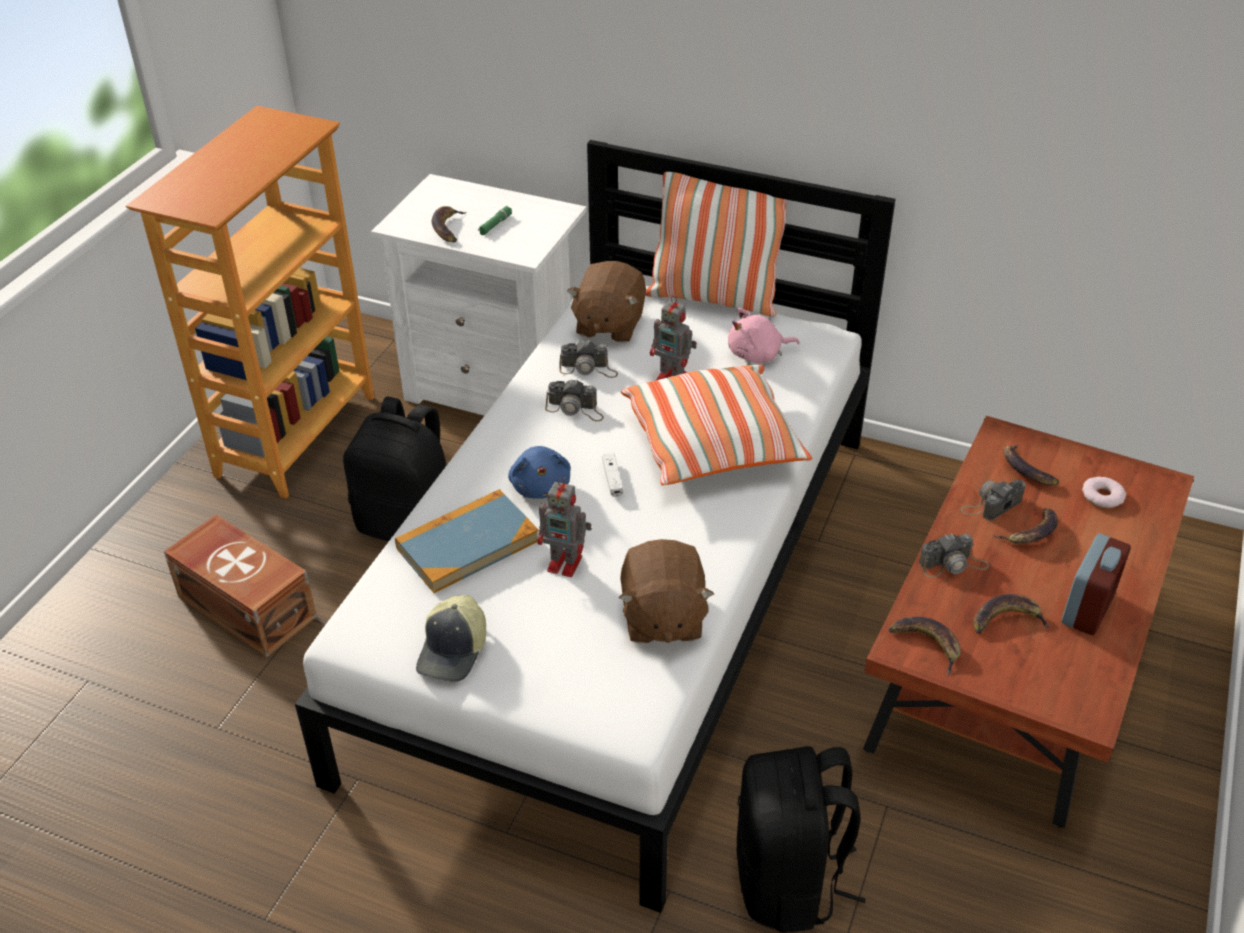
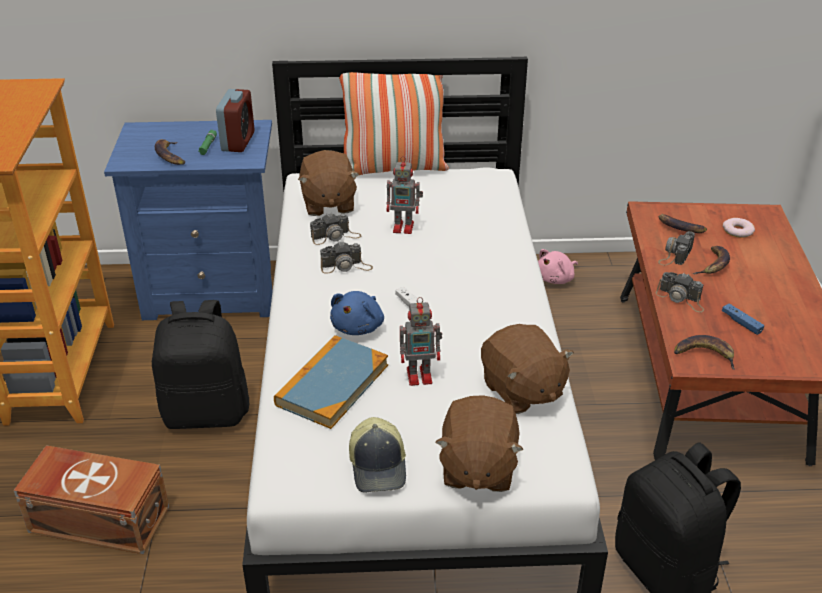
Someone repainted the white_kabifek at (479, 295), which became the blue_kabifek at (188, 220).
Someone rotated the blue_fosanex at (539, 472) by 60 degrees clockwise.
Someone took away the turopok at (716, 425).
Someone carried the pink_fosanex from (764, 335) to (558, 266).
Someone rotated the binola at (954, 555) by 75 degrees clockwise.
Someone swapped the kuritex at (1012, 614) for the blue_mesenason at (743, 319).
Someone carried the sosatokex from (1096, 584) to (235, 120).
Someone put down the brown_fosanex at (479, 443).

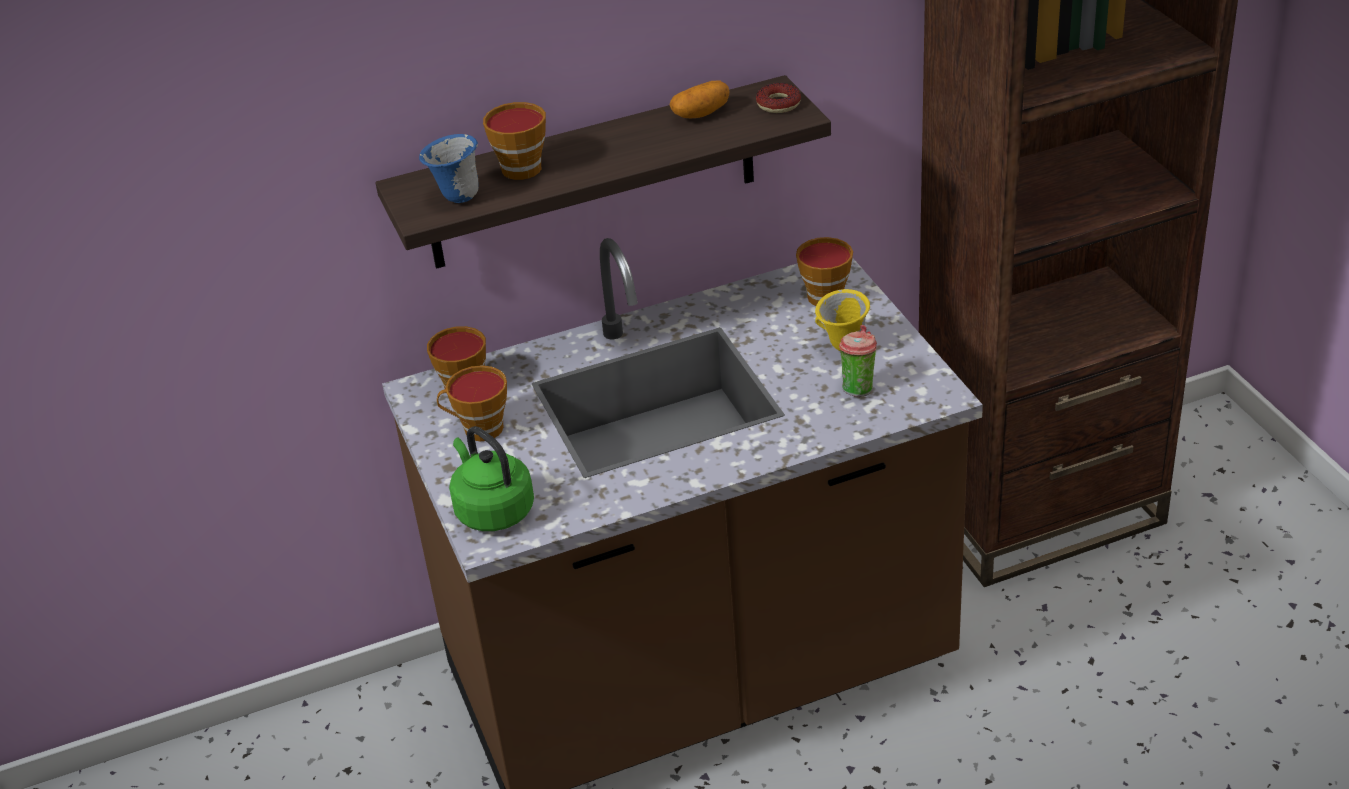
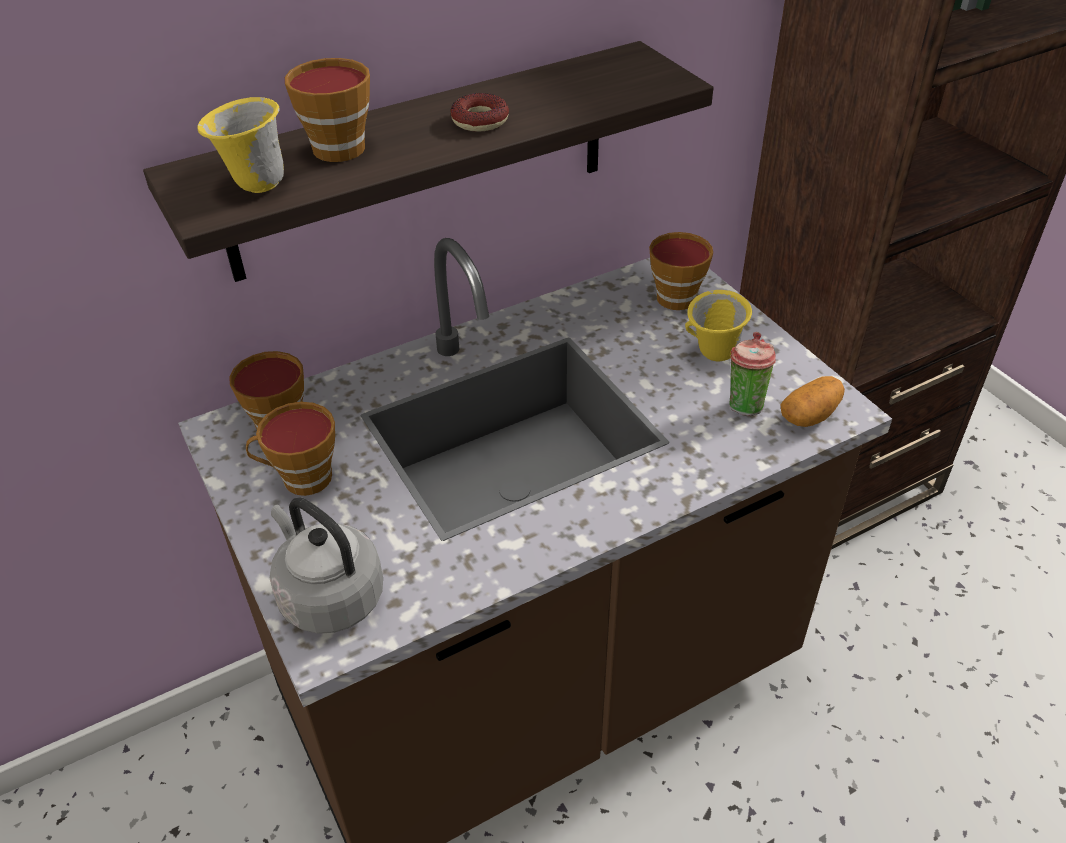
Someone repainted the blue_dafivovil at (449, 168), which became the yellow_dafivovil at (241, 145).
Someone repainted the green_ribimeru at (491, 478), which became the grey_ribimeru at (326, 565).
Someone carried the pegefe from (699, 99) to (812, 401).
Someone carried the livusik from (778, 98) to (479, 112).

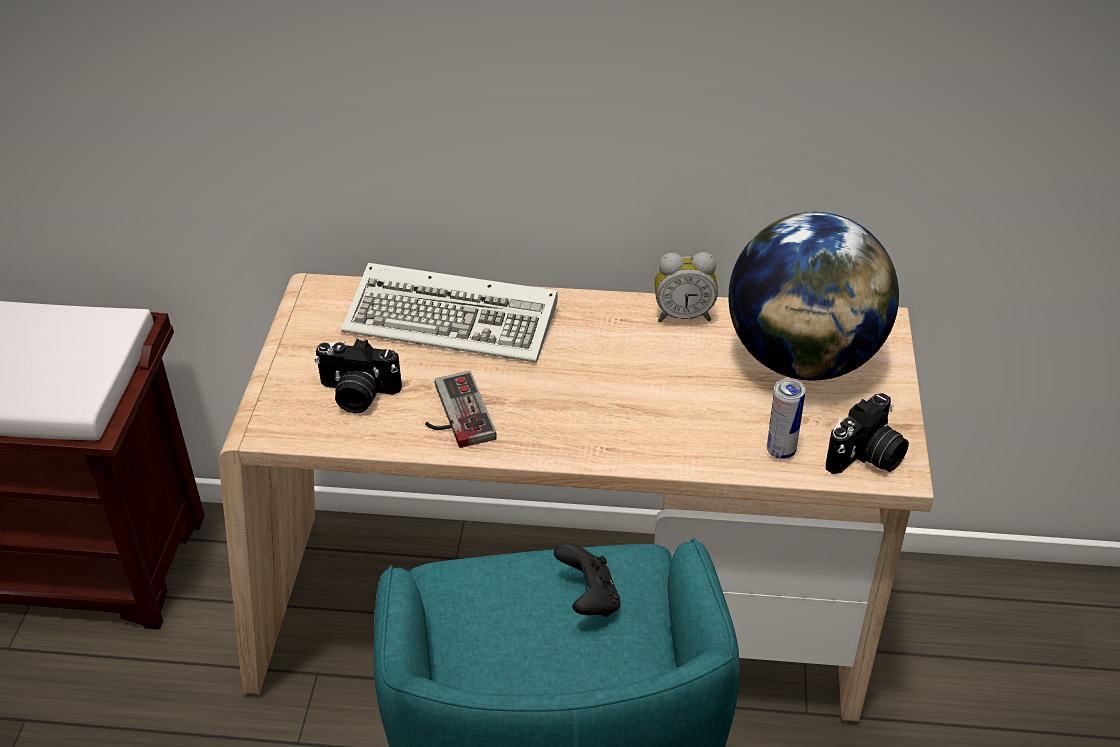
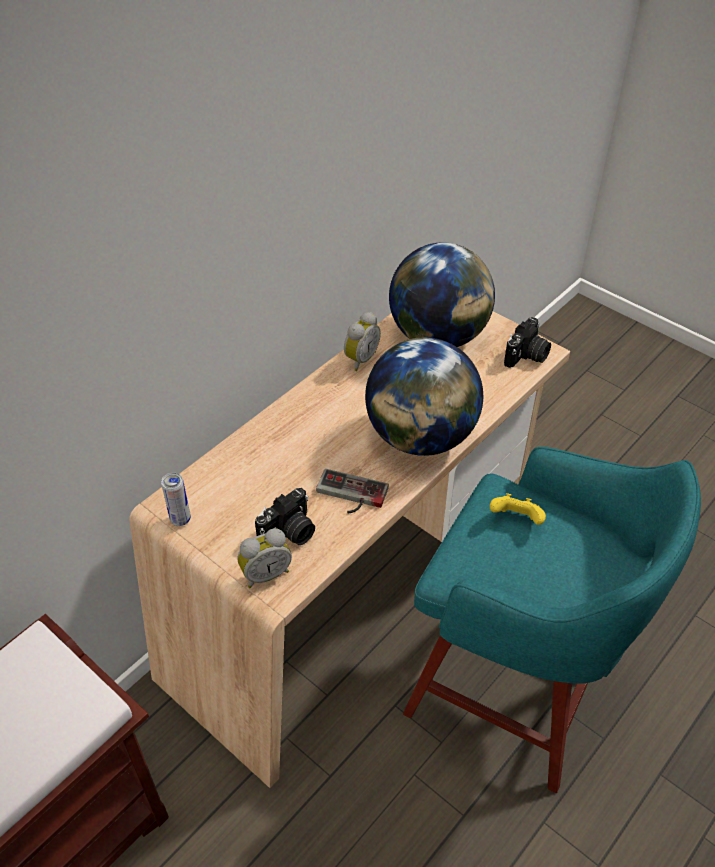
Someone took away the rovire at (449, 313).
Someone repainted the black_mesenason at (587, 579), which became the yellow_mesenason at (518, 509).
Someone carried the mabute from (786, 418) to (176, 499).
Someone rotated the binola at (867, 433) by 45 degrees clockwise.
Someone put down the sosatokex at (264, 558).
Someone put down the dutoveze at (424, 396).

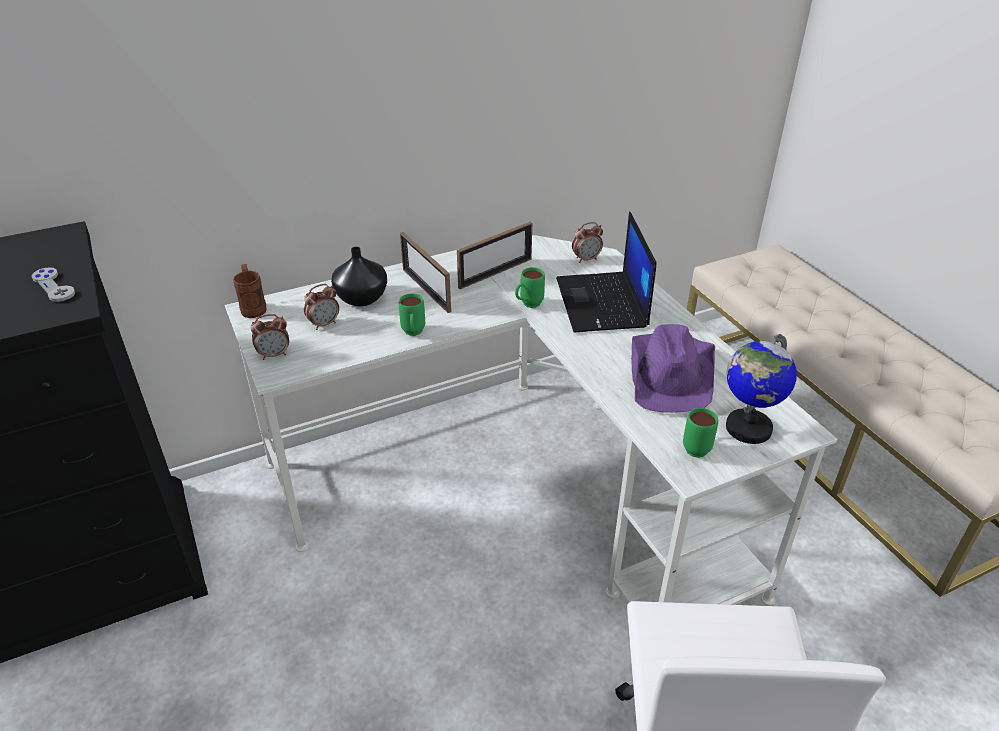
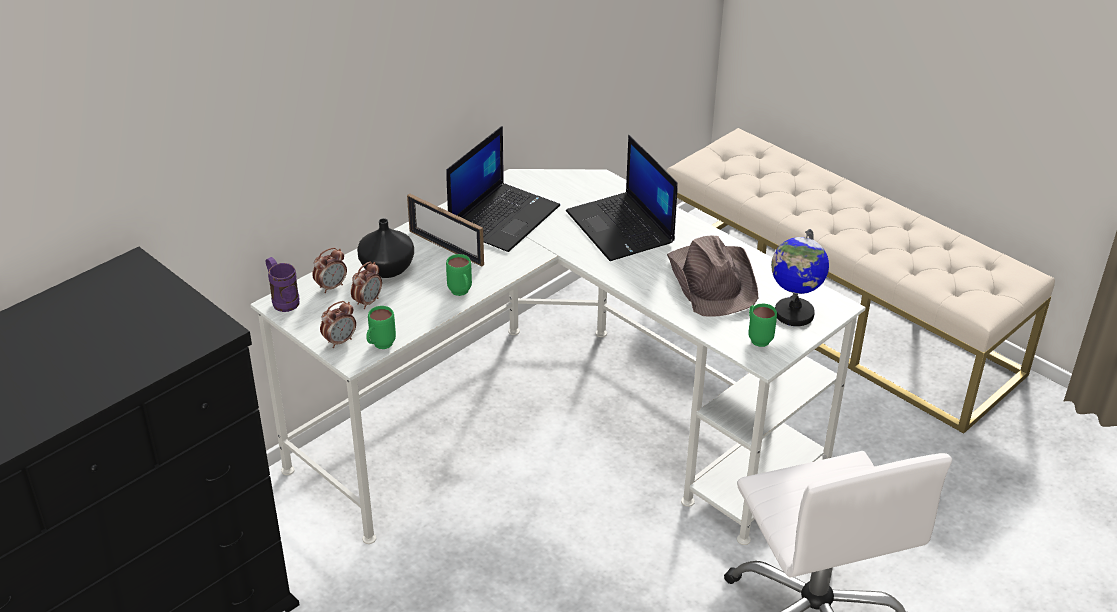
Someone took away the grey_mesenason at (53, 284).
Someone repainted the brown_dafivovil at (250, 291), which became the purple_dafivovil at (283, 284).
Someone swapped the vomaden at (494, 256) for the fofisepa at (503, 189).
Someone carried the green_dafivovil from (530, 287) to (381, 327).
Someone carried the sosatokex from (587, 242) to (329, 270).
Someone repainted the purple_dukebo at (673, 368), which became the brown_dukebo at (712, 276).

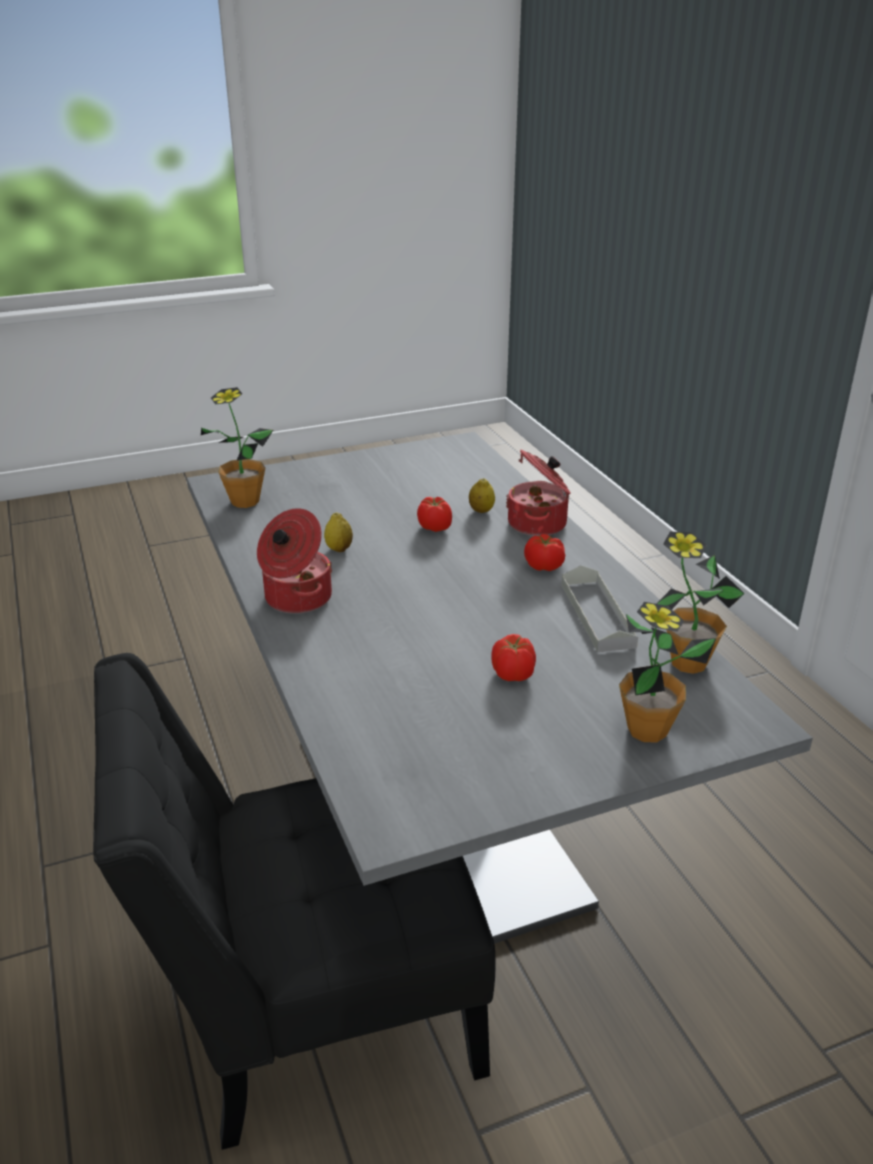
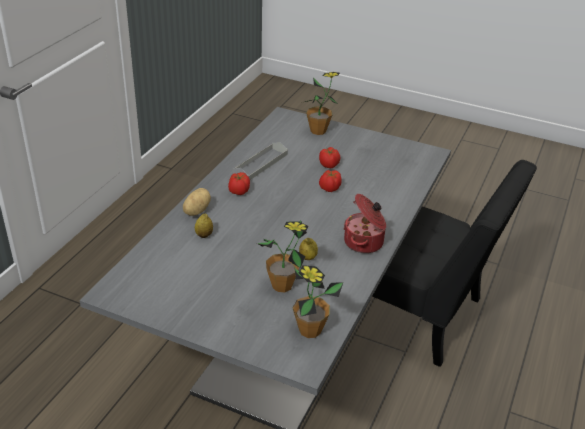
Someone carried the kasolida from (434, 514) to (330, 181).
Someone swapped the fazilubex at (538, 493) for the pegefe at (197, 202).
Someone carried the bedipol from (700, 603) to (282, 256).

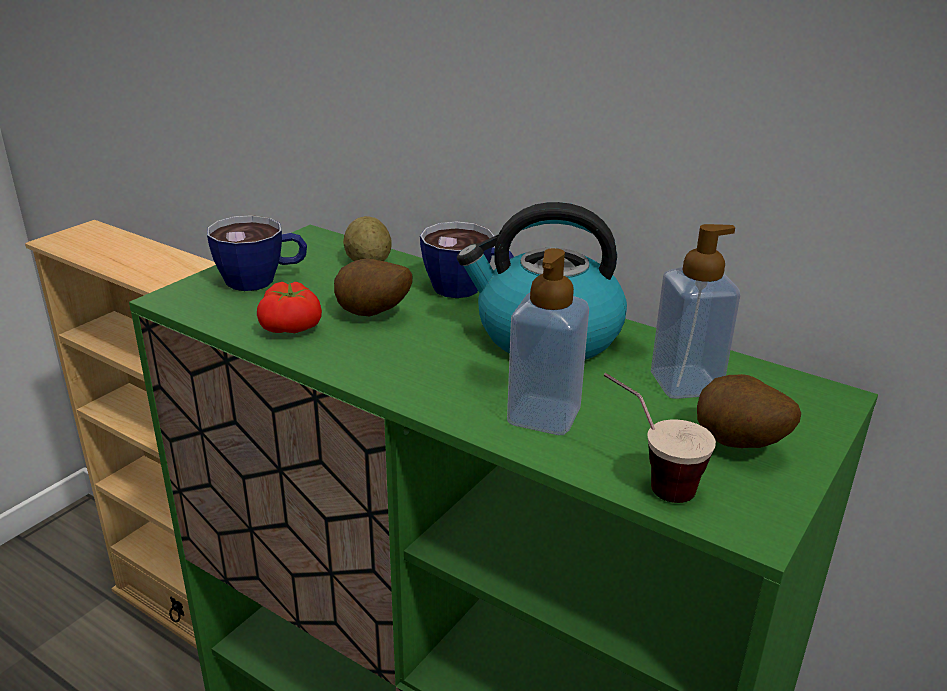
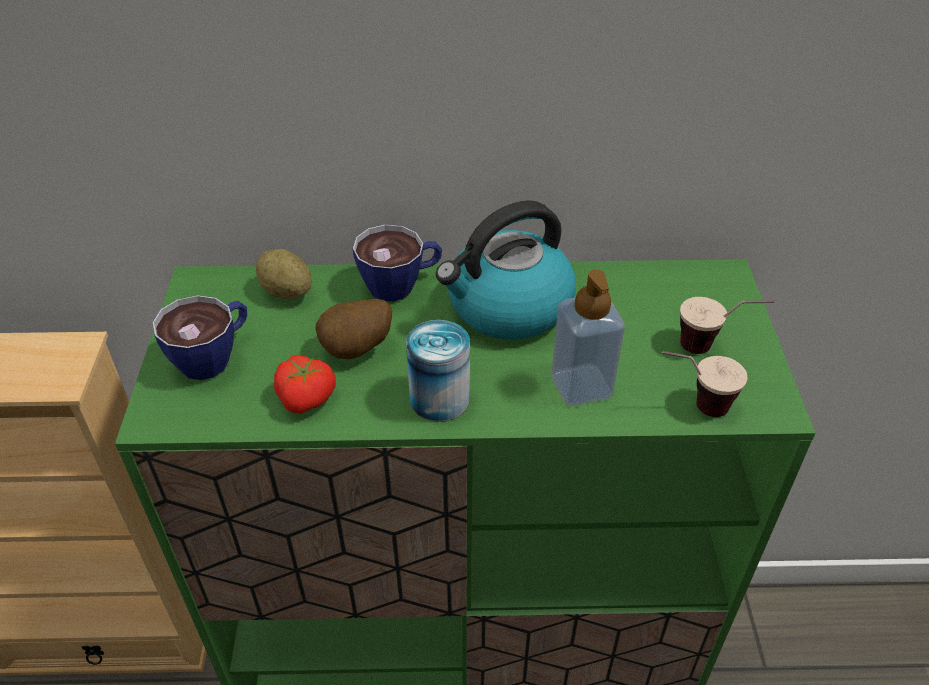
Someone took away the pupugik at (695, 311).
Someone swapped the pegefe at (749, 411) for the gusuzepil at (727, 325).
Someone put down the mabute at (438, 371).

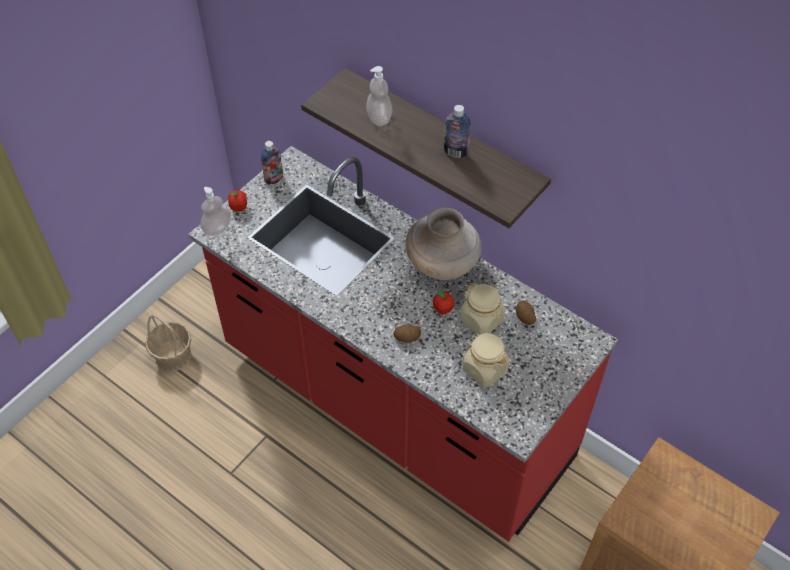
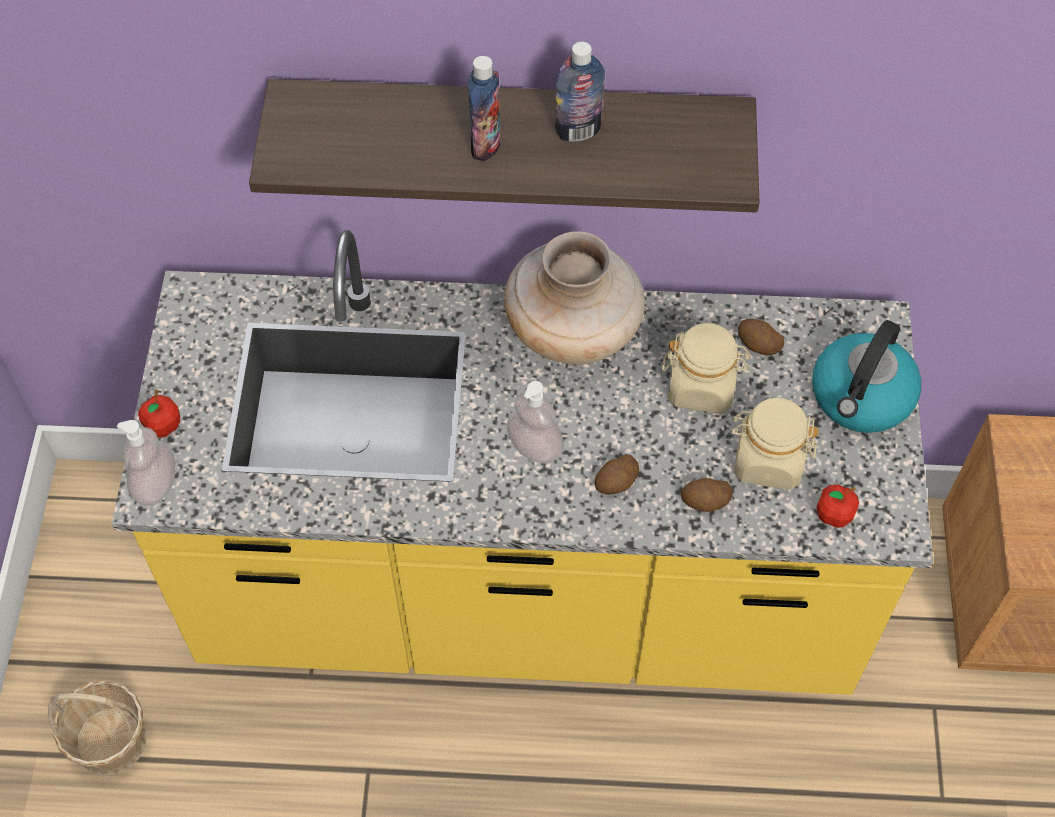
Someone repainted the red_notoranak at (403, 344), which became the yellow_notoranak at (522, 462).
Someone carried the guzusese from (272, 163) to (484, 108).
Someone carried the pupugik from (379, 96) to (535, 422).
Someone carried the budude from (444, 303) to (838, 506).
Someone put down the pegefe at (706, 495).
Someone put down the ribimeru at (866, 376).

